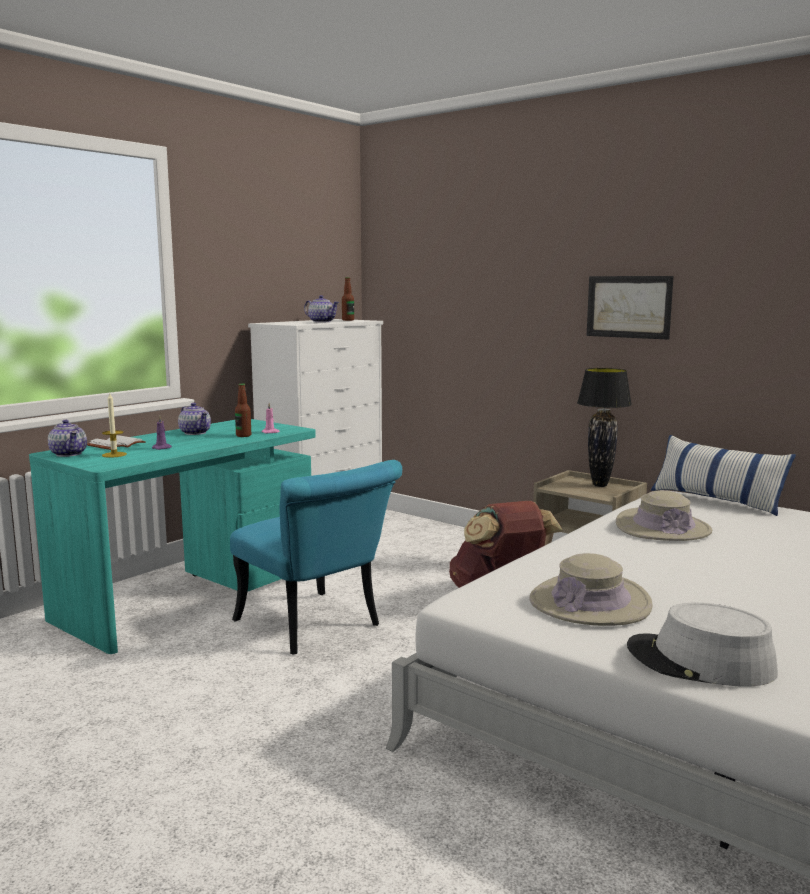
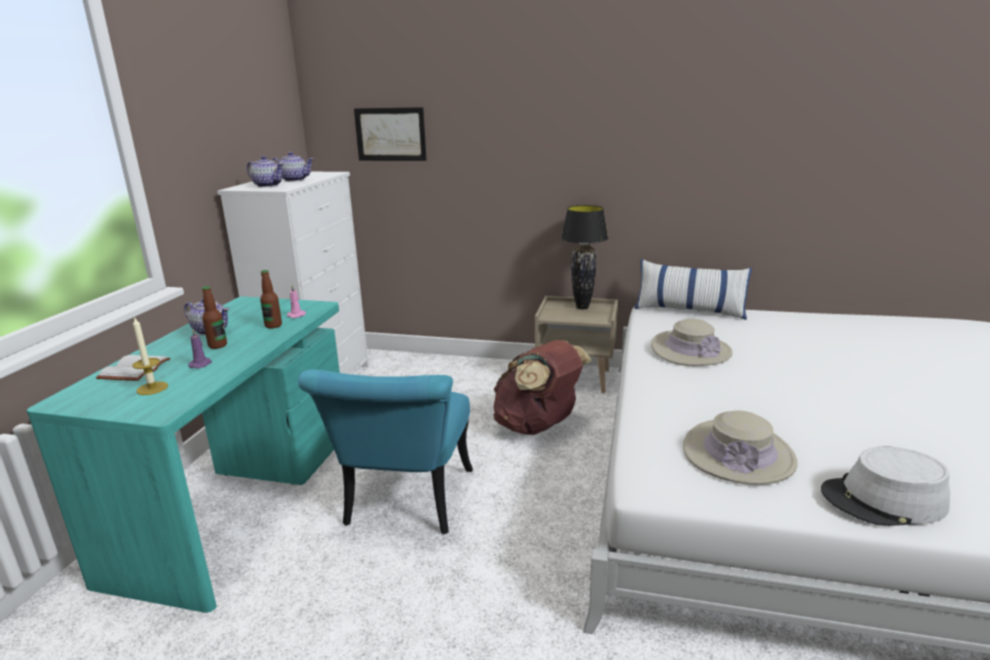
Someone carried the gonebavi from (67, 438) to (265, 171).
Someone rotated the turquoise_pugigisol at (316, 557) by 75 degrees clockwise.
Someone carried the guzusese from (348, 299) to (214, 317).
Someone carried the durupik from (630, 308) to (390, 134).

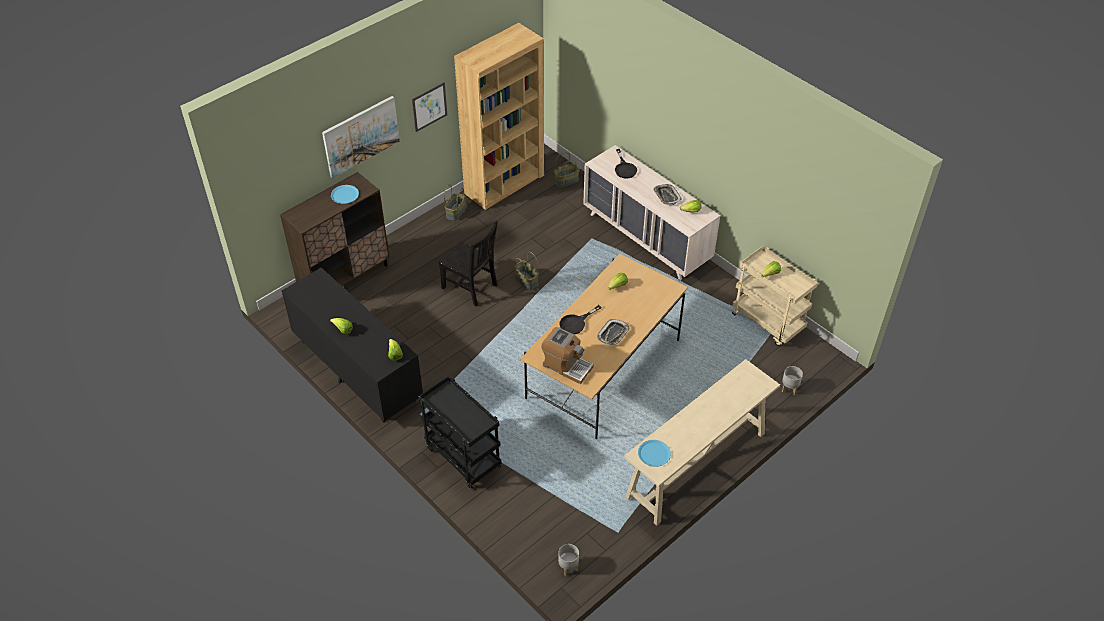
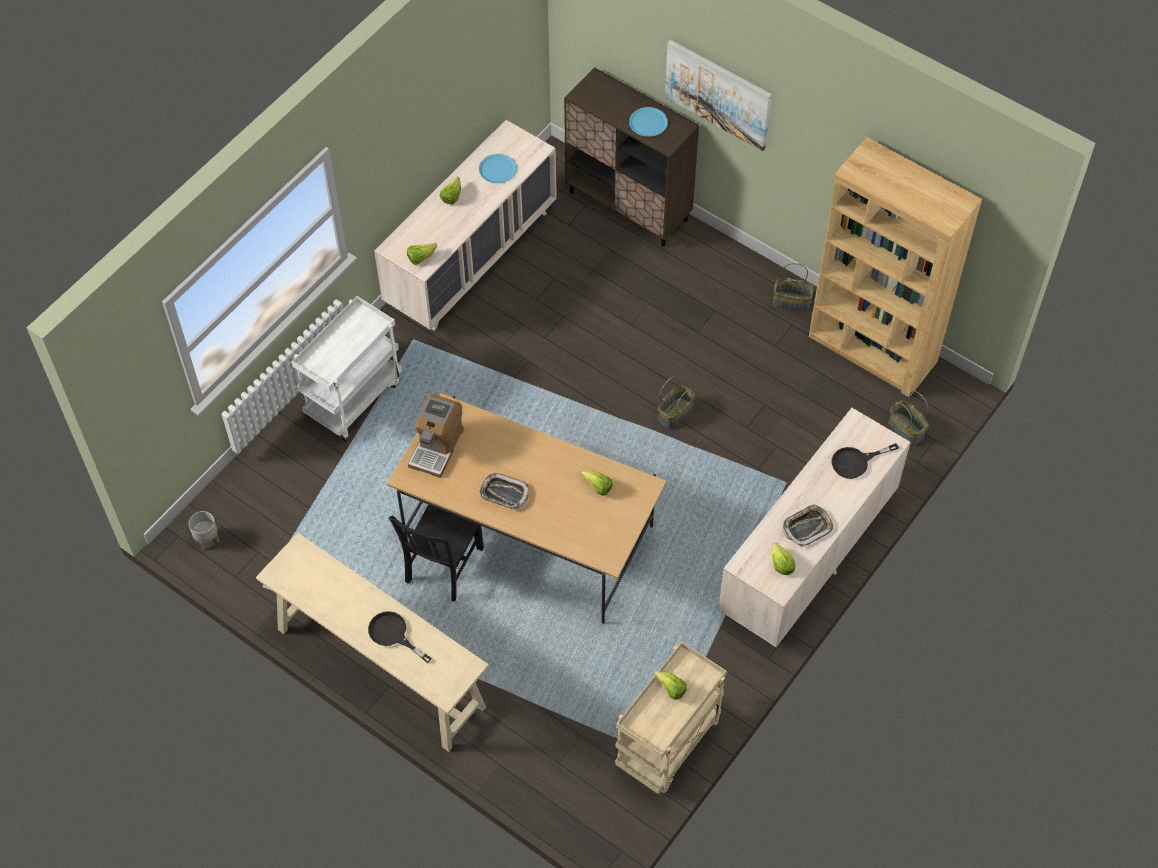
Someone repainted the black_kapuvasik at (352, 345), which became the beige_kapuvasik at (465, 225).
Someone took away the durupik at (429, 107).
Someone repainted the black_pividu at (460, 432), which became the white_pividu at (346, 369).
Someone carried the black_pugigisol from (468, 263) to (436, 553).
Someone carried the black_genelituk from (580, 319) to (400, 637).
Someone carried the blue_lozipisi from (654, 453) to (498, 168).
Someone took away the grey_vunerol at (792, 380).

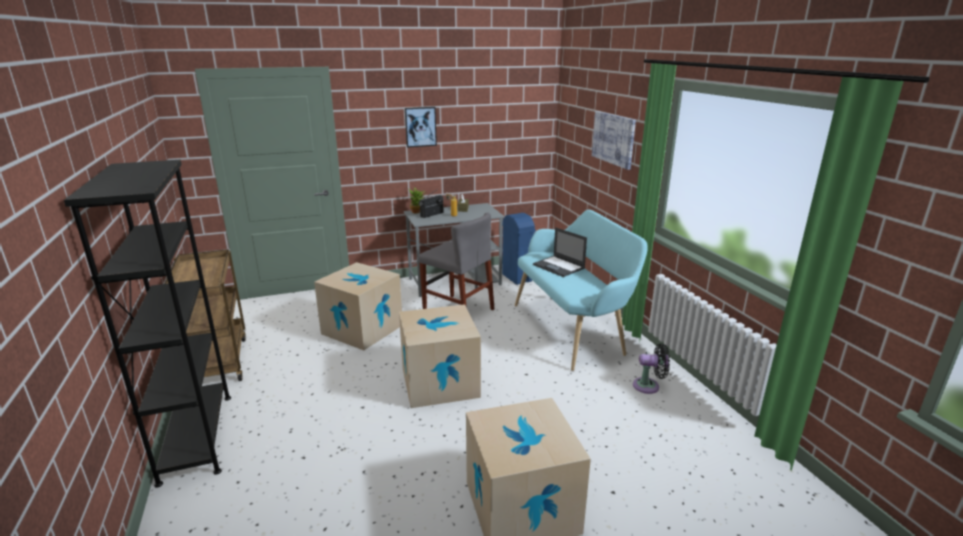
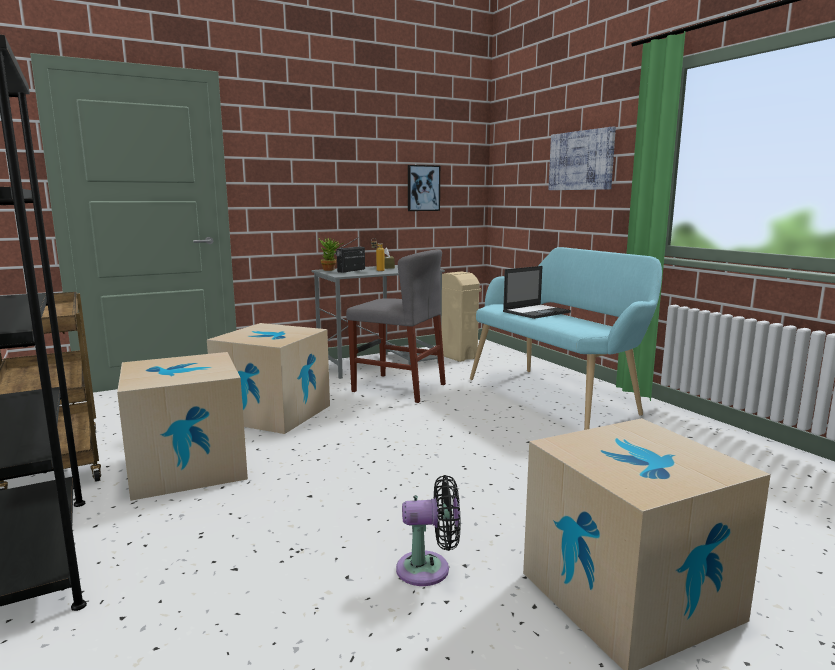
Someone carried the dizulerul from (440, 356) to (182, 426).
Someone carried the durupik from (421, 127) to (424, 188).
Someone repainted the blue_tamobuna at (519, 249), which became the beige_tamobuna at (461, 317).
Someone rotated the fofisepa at (560, 252) by 75 degrees counterclockwise.
Someone carried the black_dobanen from (651, 368) to (428, 530).

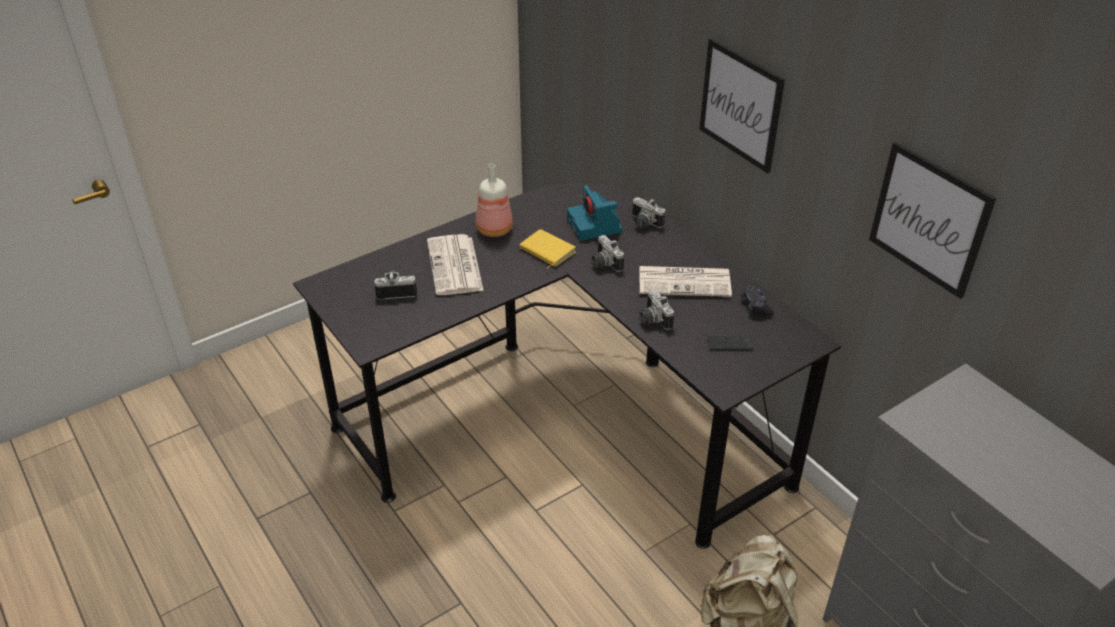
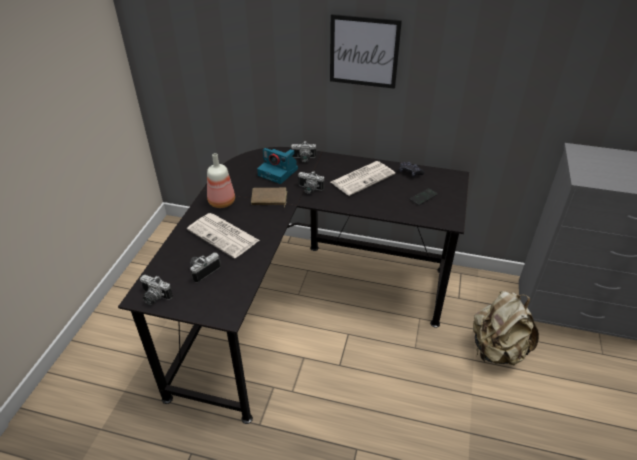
Someone repainted the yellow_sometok at (547, 249), which became the brown_sometok at (269, 198).
Someone carried the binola from (656, 309) to (156, 290).
Someone took away the durupik at (932, 220).

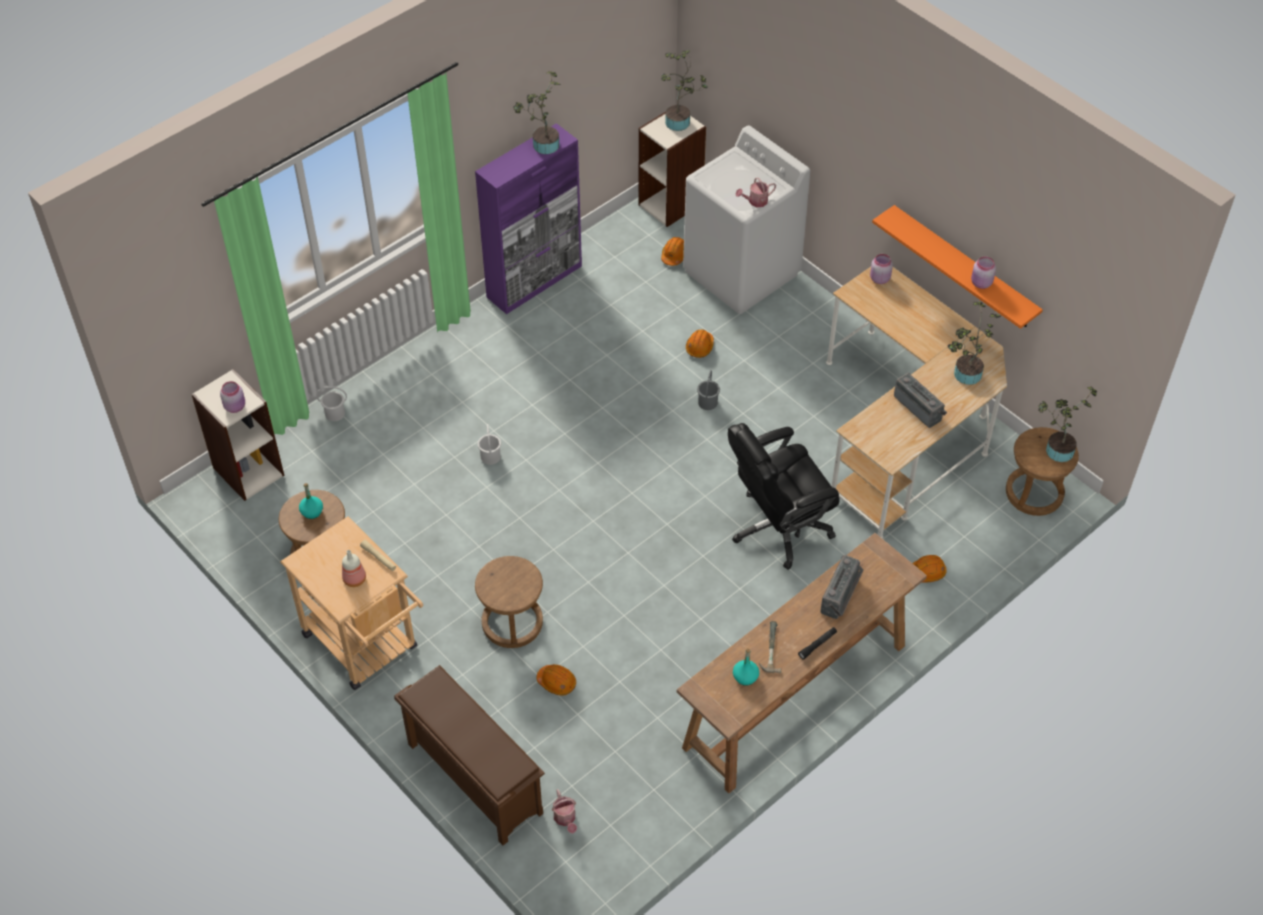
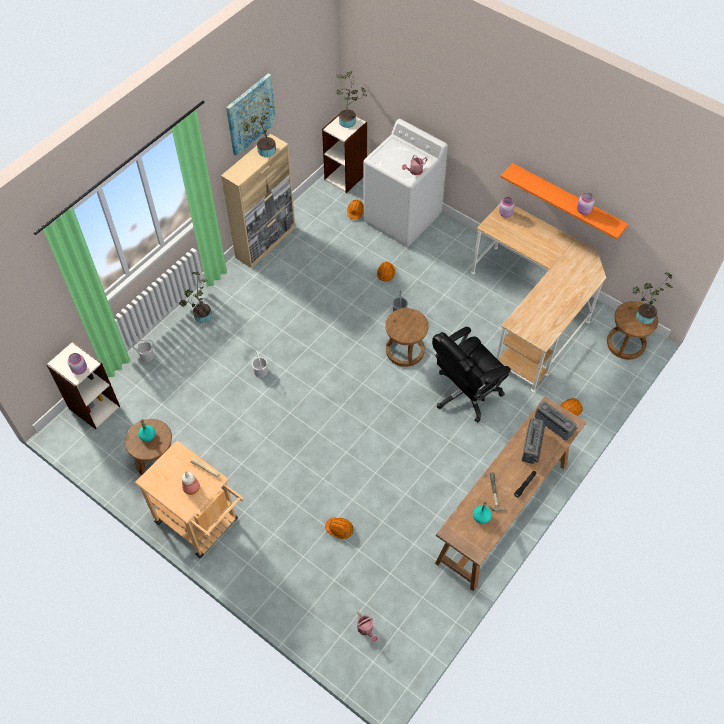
Someone took away the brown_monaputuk at (469, 755).
Someone repainted the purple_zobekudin at (528, 218), which became the beige_zobekudin at (258, 201).
Someone carried the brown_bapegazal from (509, 602) to (407, 337).
Someone carried the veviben from (920, 400) to (556, 421).
Someone carried the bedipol from (974, 343) to (195, 297).
Someone put up the durupik at (251, 114).

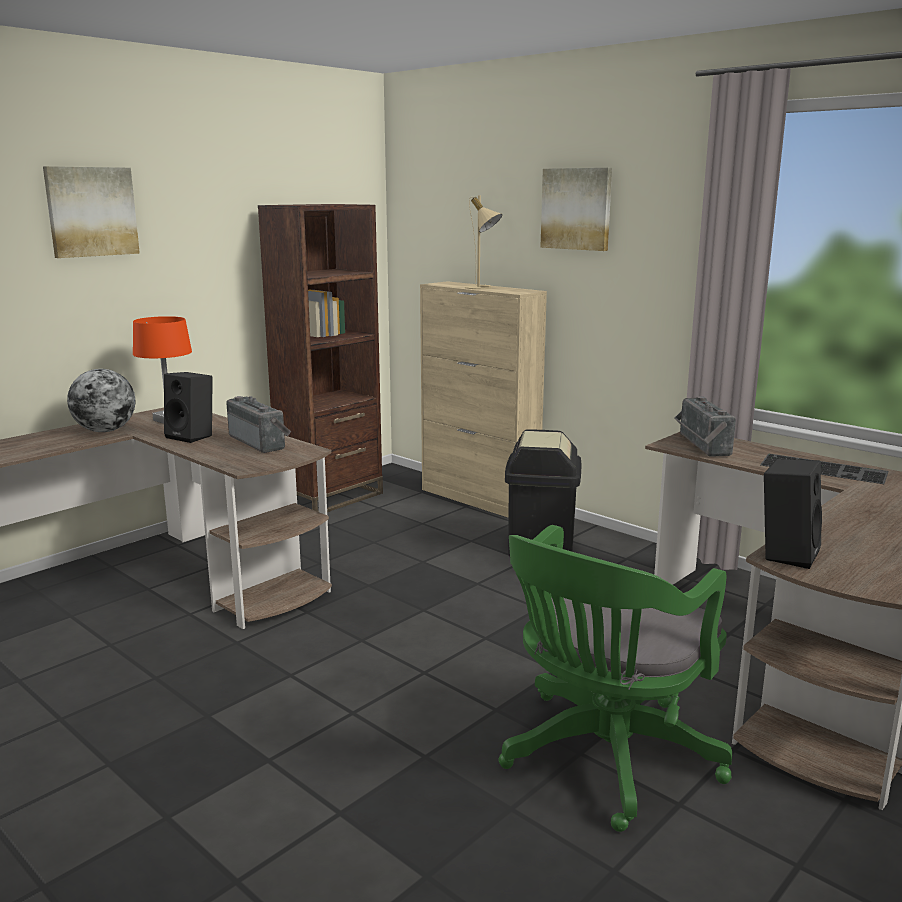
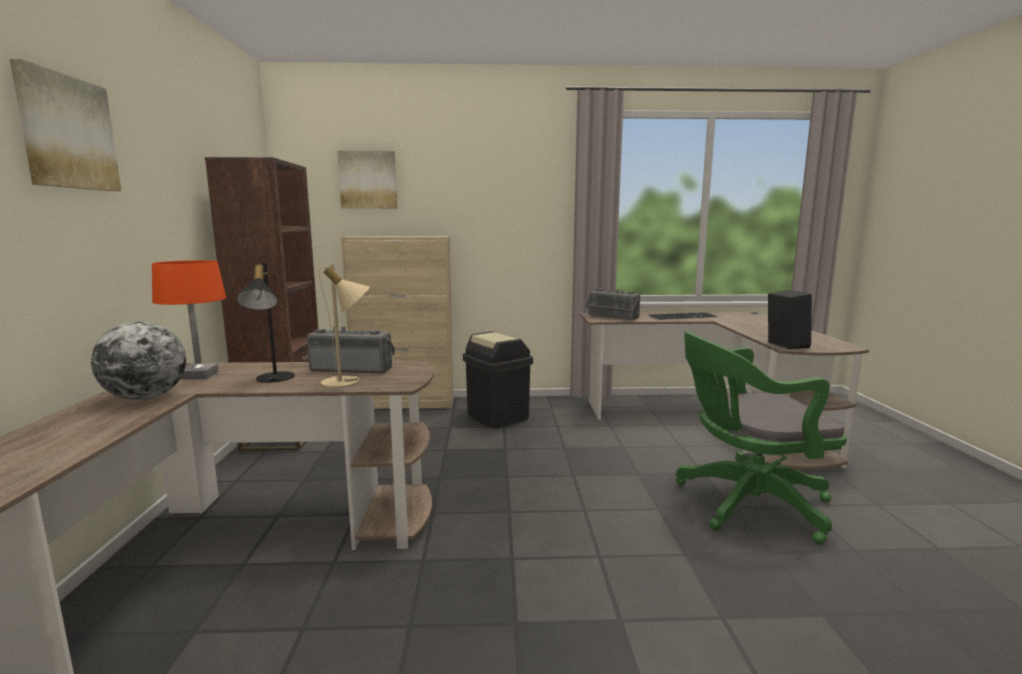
Someone swapped the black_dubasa at (188, 407) for the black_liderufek at (265, 323).
Someone carried the beige_liderufek from (483, 242) to (344, 326).
Someone rotated the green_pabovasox at (615, 678) by 90 degrees clockwise.
Someone carried the durupik from (576, 209) to (367, 180).

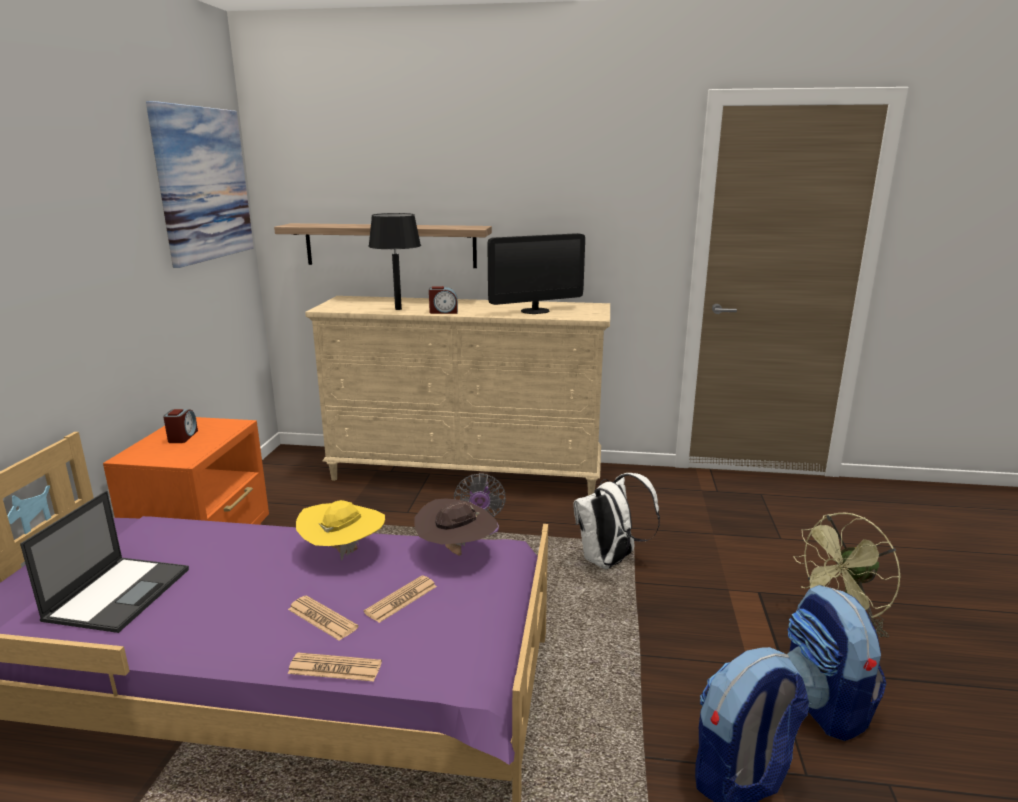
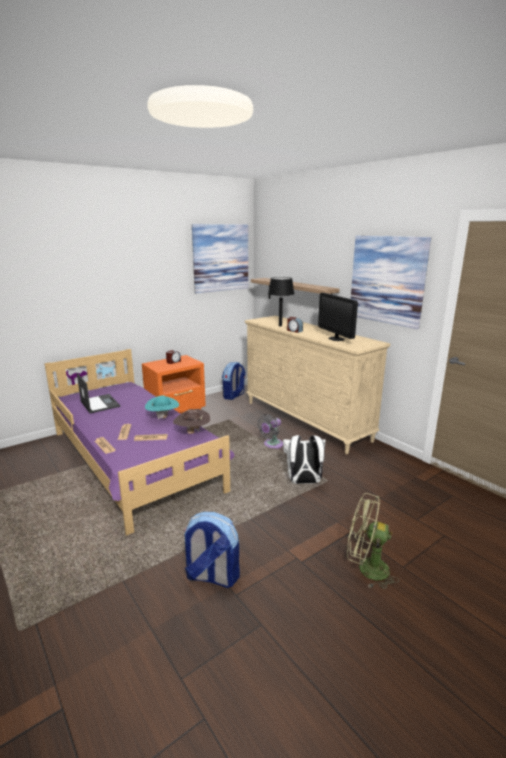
Someone rotated the fofisepa at (104, 562) by 90 degrees counterclockwise.
Someone repainted the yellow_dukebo at (340, 530), which became the turquoise_dukebo at (162, 408).
Someone rotated the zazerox at (536, 273) by 45 degrees clockwise.
Someone carried the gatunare from (836, 663) to (234, 381).
Someone put up the durupik at (391, 282).

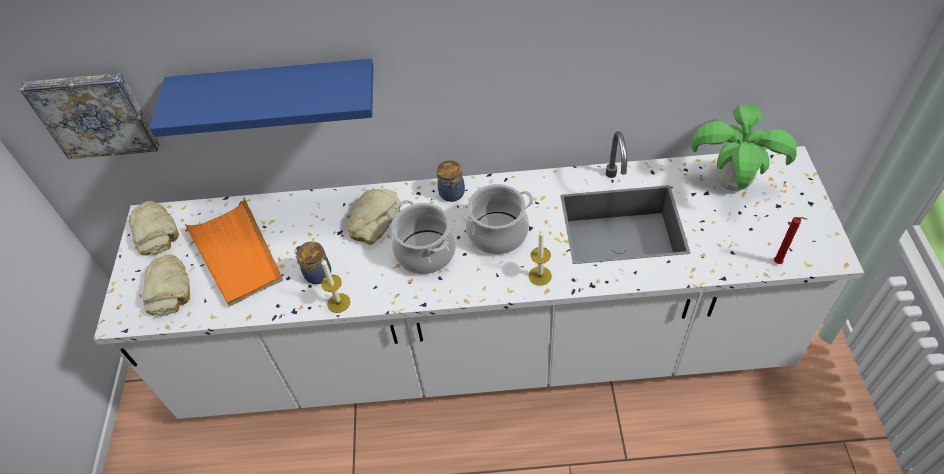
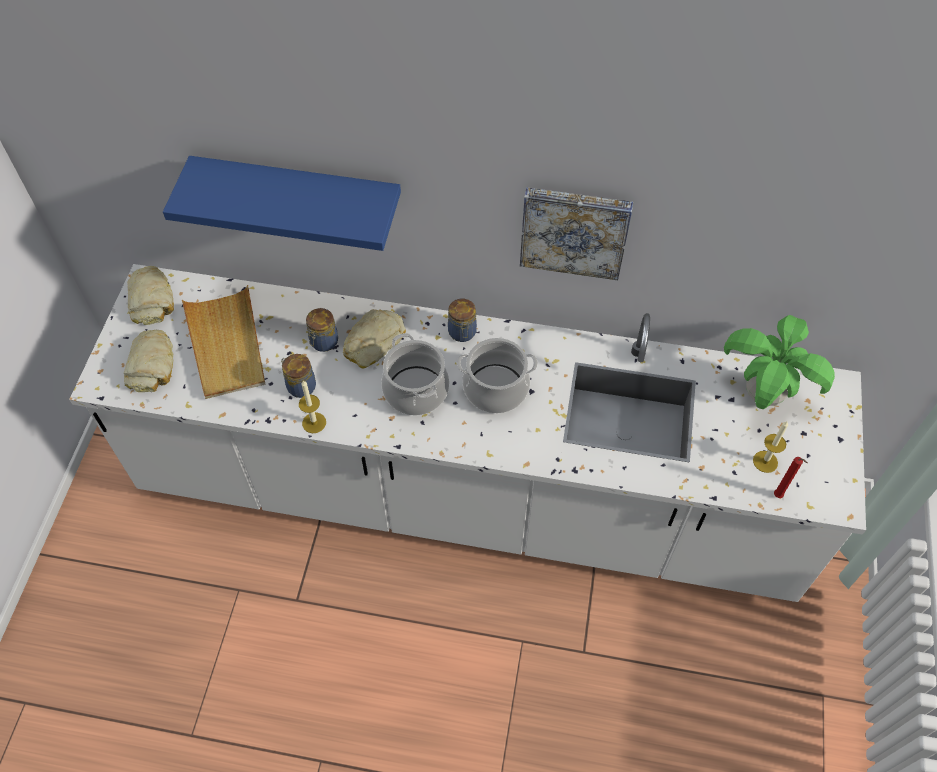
Someone carried the durupik from (90, 116) to (576, 233).
Someone repainted the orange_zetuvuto at (234, 252), which became the beige_zetuvuto at (224, 342).
Someone carried the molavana from (540, 258) to (770, 447).
Someone put down the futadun at (322, 330).

